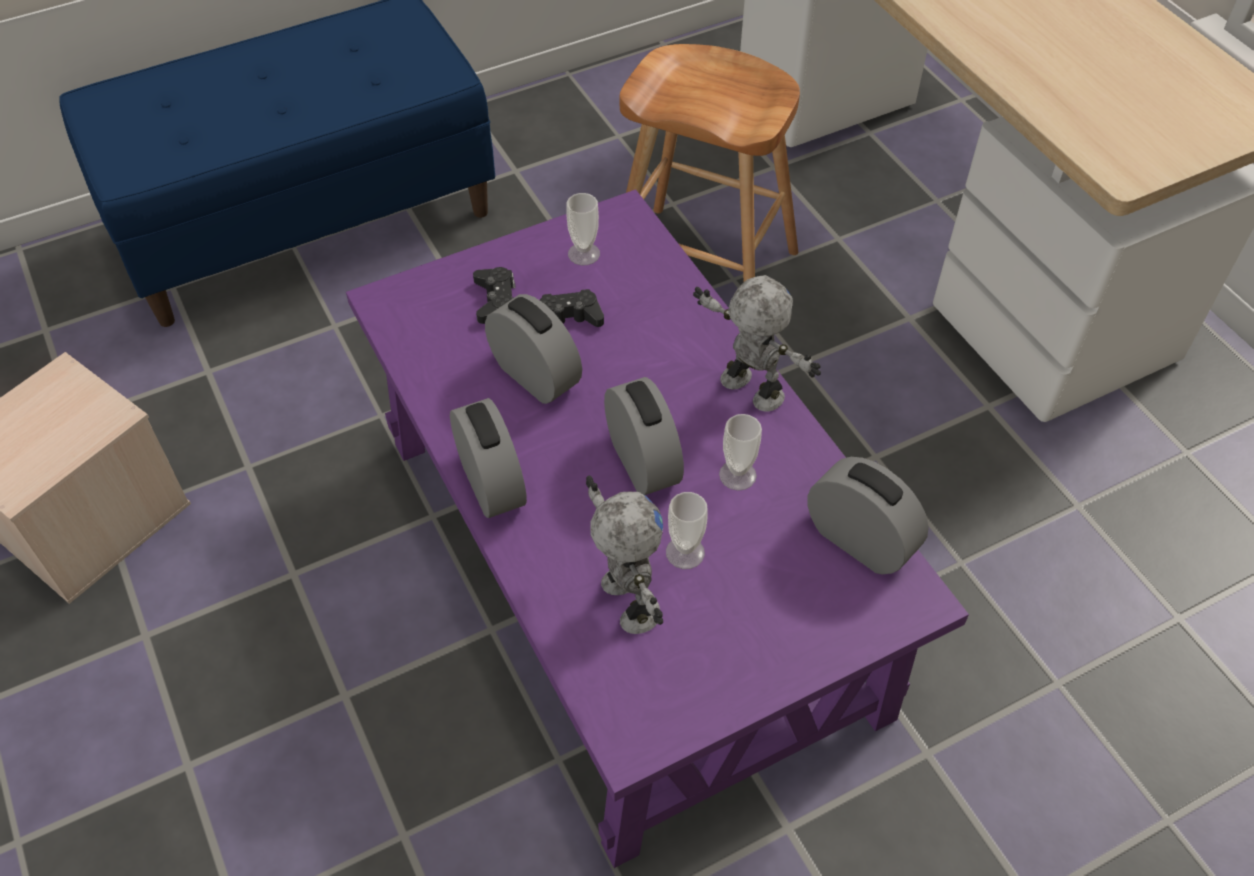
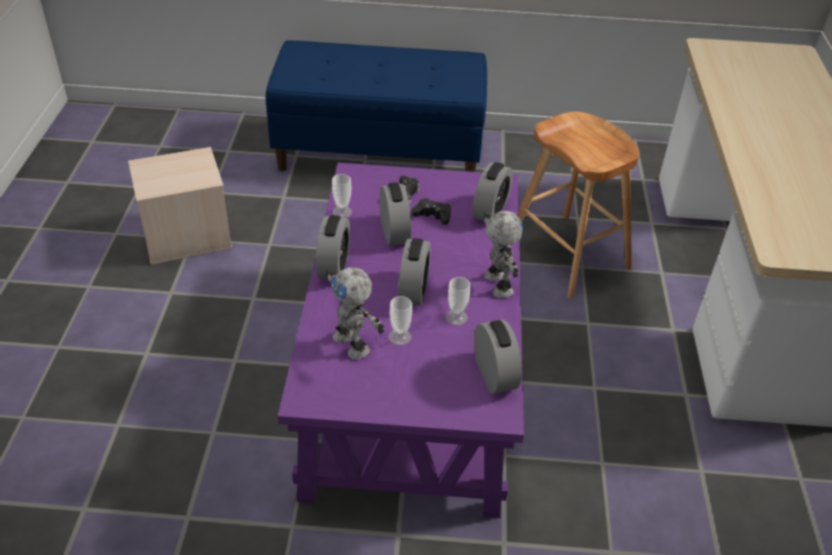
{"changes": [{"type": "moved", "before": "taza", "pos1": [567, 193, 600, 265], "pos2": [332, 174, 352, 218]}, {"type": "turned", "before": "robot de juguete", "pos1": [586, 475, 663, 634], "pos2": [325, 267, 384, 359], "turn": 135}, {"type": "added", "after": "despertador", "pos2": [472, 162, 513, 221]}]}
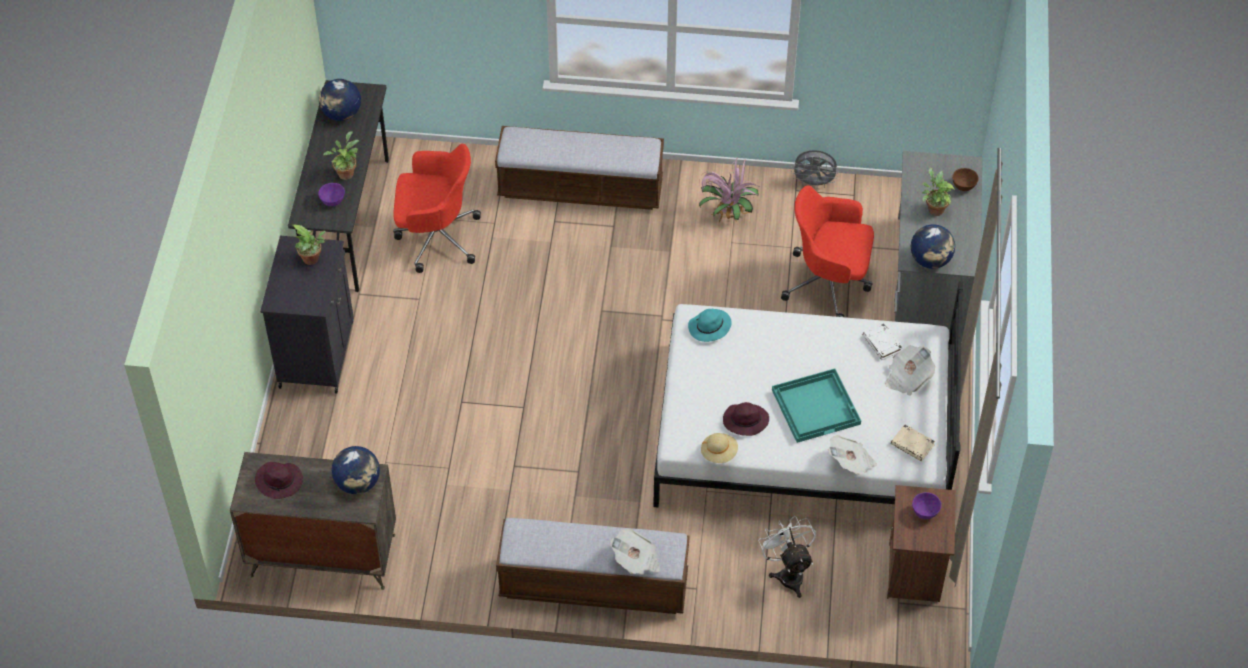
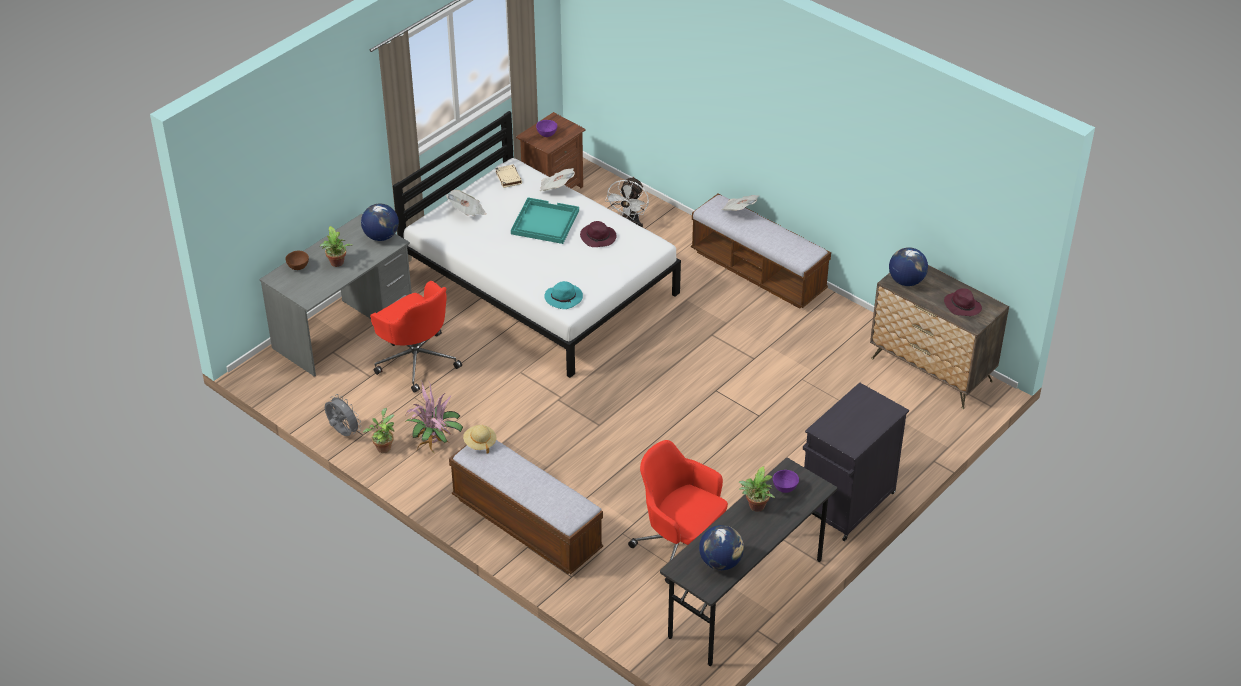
{"changes": [{"type": "moved", "before": "planta en maceta", "pos1": [293, 225, 326, 265], "pos2": [363, 408, 394, 453]}, {"type": "removed", "before": "libro/blanco", "pos1": [862, 324, 902, 360]}, {"type": "moved", "before": "sombrero/beis", "pos1": [701, 433, 738, 463], "pos2": [463, 425, 497, 454]}]}
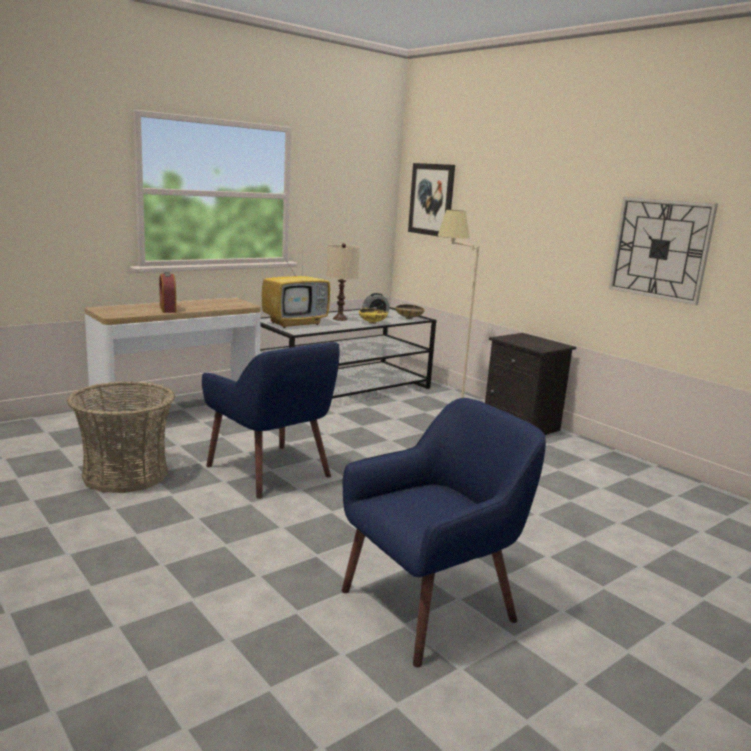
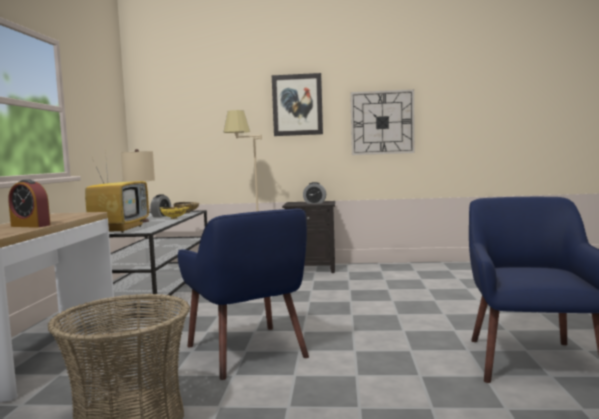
{"changes": [{"type": "moved", "before": "cuadro", "pos1": [408, 163, 455, 238], "pos2": [272, 73, 323, 136]}, {"type": "turned", "before": "sillón/azul", "pos1": [202, 342, 340, 499], "pos2": [178, 208, 309, 380], "turn": 60}, {"type": "added", "after": "despertador", "pos2": [303, 182, 326, 204]}]}
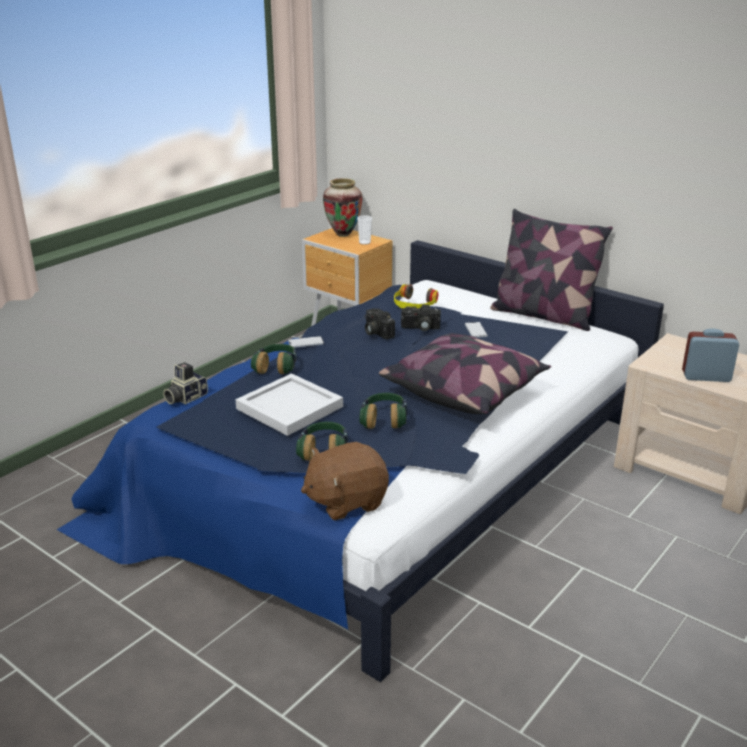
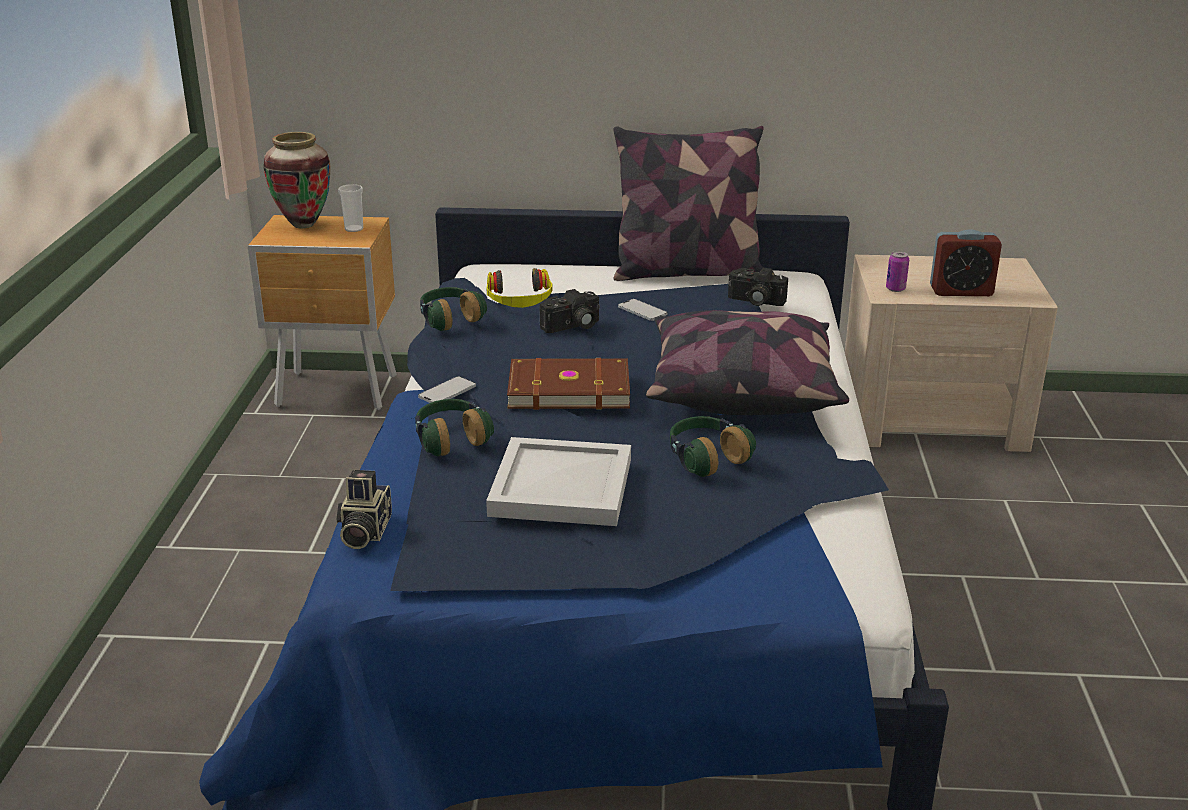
{"changes": [{"type": "moved", "before": "cámara", "pos1": [365, 308, 395, 340], "pos2": [728, 268, 788, 306]}, {"type": "turned", "before": "despertador", "pos1": [682, 328, 739, 382], "pos2": [930, 229, 1002, 296], "turn": -150}, {"type": "moved", "before": "auriculares", "pos1": [296, 422, 348, 461], "pos2": [420, 287, 487, 331]}, {"type": "removed", "before": "peluche/marrón", "pos1": [301, 442, 389, 520]}, {"type": "added", "after": "lata", "pos2": [886, 251, 909, 292]}, {"type": "added", "after": "libro/marrón", "pos2": [507, 358, 630, 410]}]}
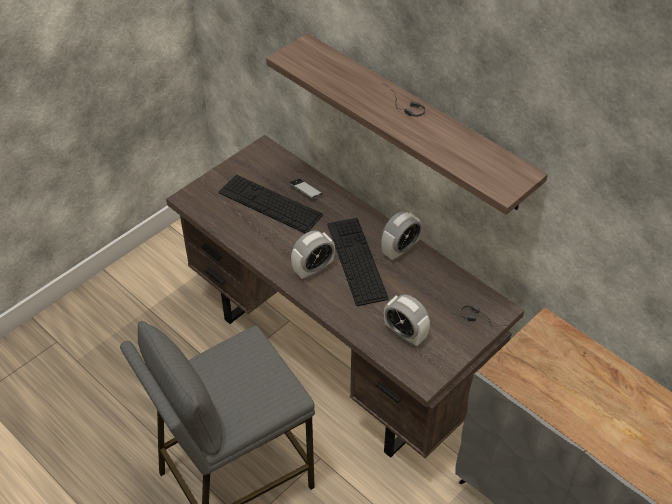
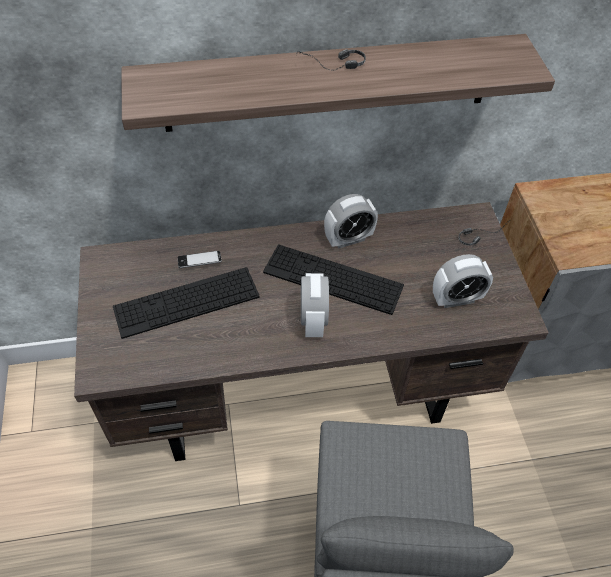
{"changes": [{"type": "turned", "before": "despertador", "pos1": [381, 211, 421, 260], "pos2": [324, 194, 378, 248], "turn": 75}]}
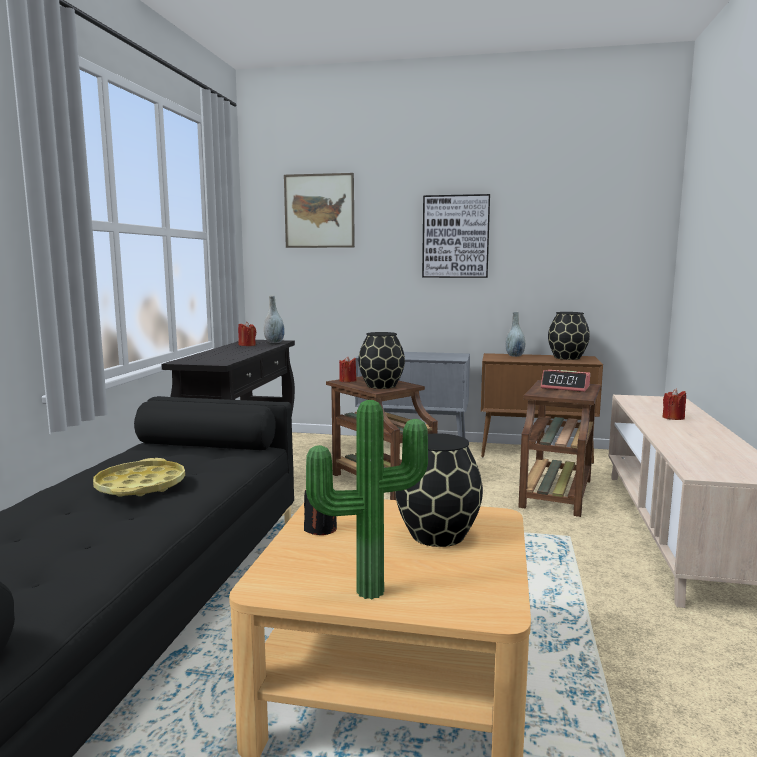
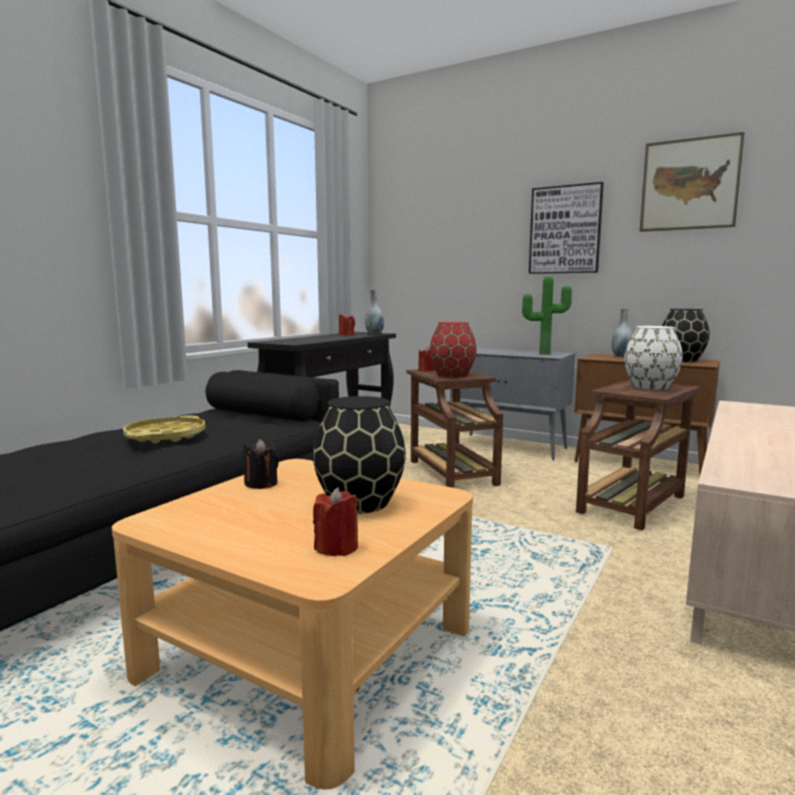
{"changes": [{"type": "moved", "before": "cuadro", "pos1": [284, 173, 355, 248], "pos2": [639, 132, 745, 232]}, {"type": "recoloured", "before": "florero/negro", "after": "florero/rojo", "pos1": [358, 332, 405, 389], "pos2": [430, 322, 477, 378]}, {"type": "replaced", "before": "despertador", "after": "florero/blanco", "pos1": [541, 370, 590, 392], "pos2": [624, 326, 683, 390]}, {"type": "moved", "before": "vela/rojo", "pos1": [662, 389, 686, 420], "pos2": [313, 487, 358, 556]}, {"type": "moved", "before": "planta en maceta", "pos1": [306, 400, 428, 599], "pos2": [522, 276, 572, 355]}]}
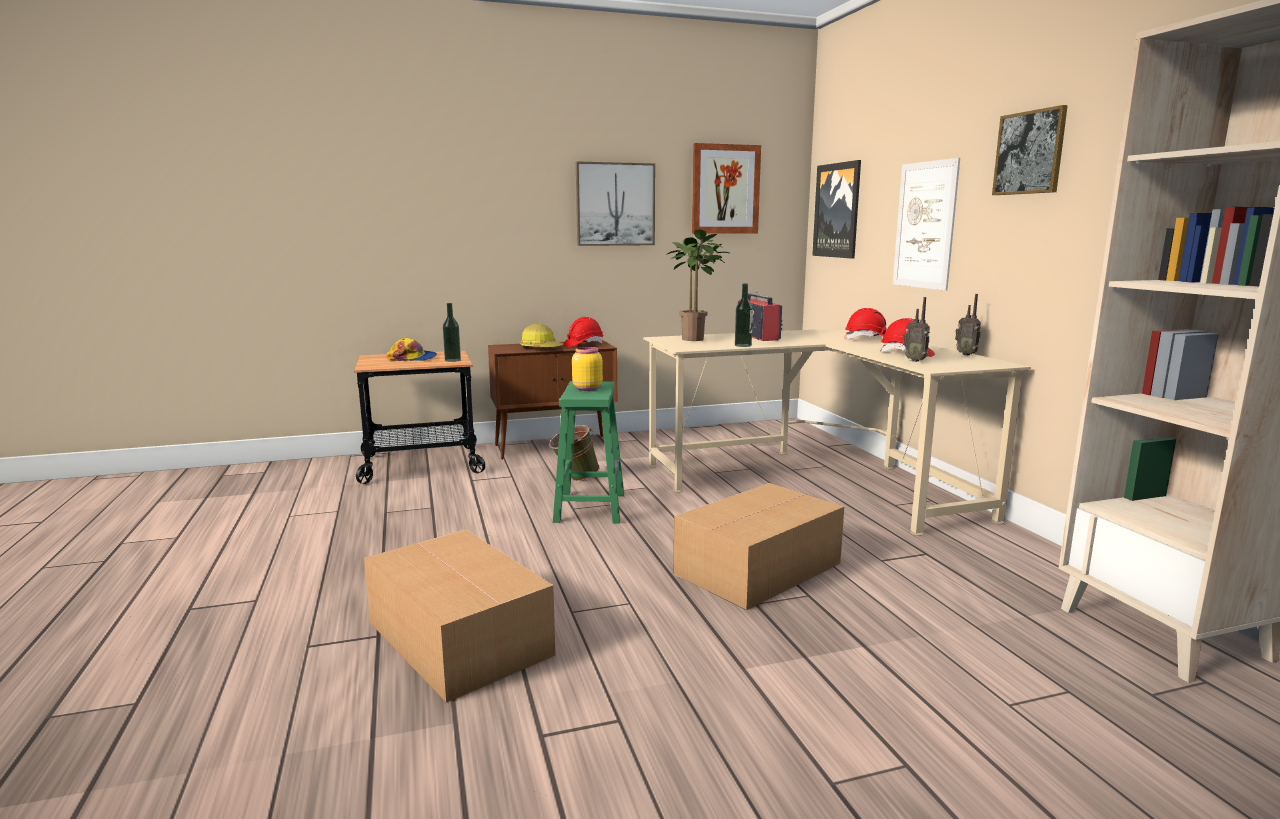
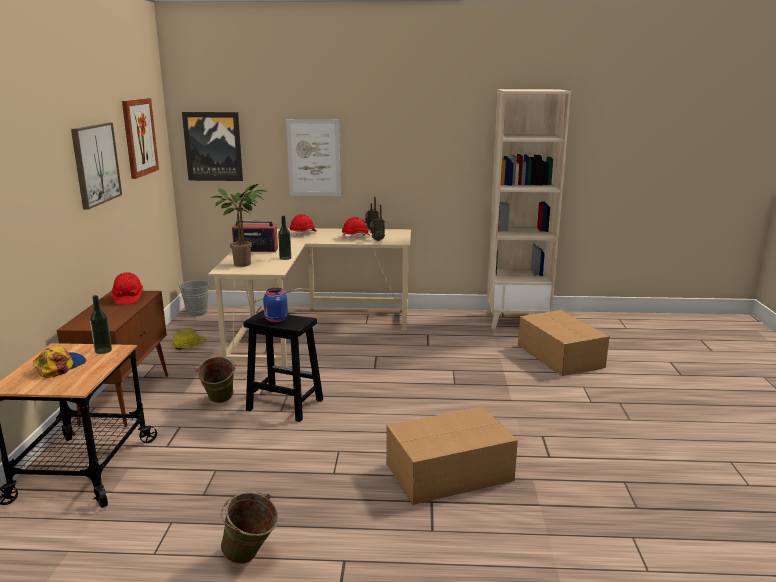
{"changes": [{"type": "removed", "before": "cuadro", "pos1": [992, 105, 1068, 195]}, {"type": "moved", "before": "casco", "pos1": [520, 324, 564, 348], "pos2": [172, 328, 207, 350]}, {"type": "recoloured", "before": "tarro/amarillo", "after": "tarro/azul", "pos1": [572, 347, 603, 391], "pos2": [263, 288, 288, 322]}, {"type": "recoloured", "before": "taburete/verde", "after": "taburete/negro", "pos1": [553, 381, 624, 524], "pos2": [244, 310, 323, 422]}, {"type": "moved", "before": "caja de cartón", "pos1": [673, 483, 844, 610], "pos2": [518, 310, 609, 376]}, {"type": "added", "after": "cubo/gris", "pos2": [178, 279, 210, 317]}, {"type": "added", "after": "cubo/verde", "pos2": [221, 492, 279, 564]}]}
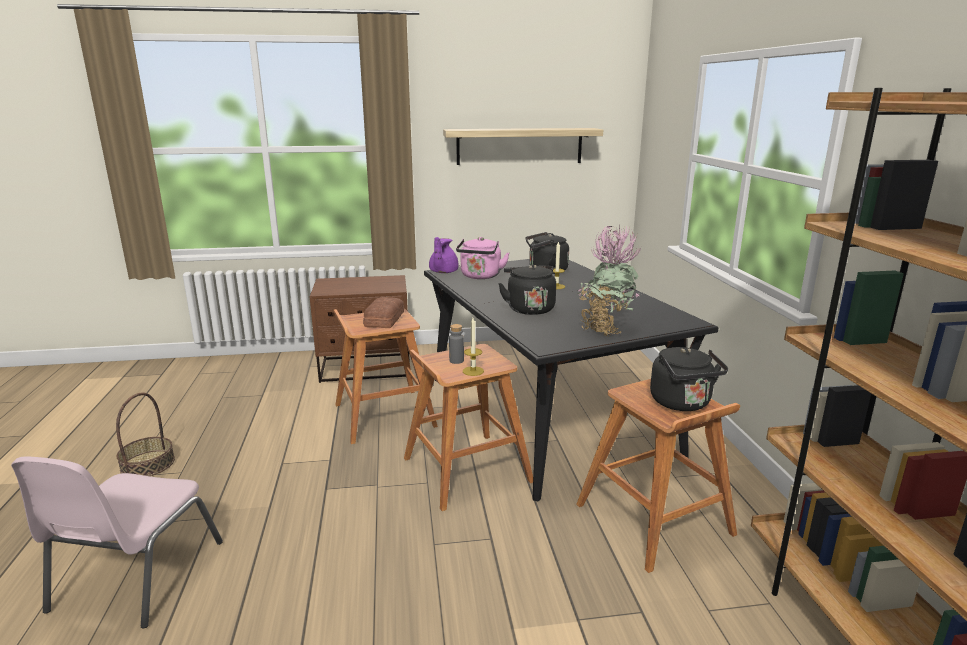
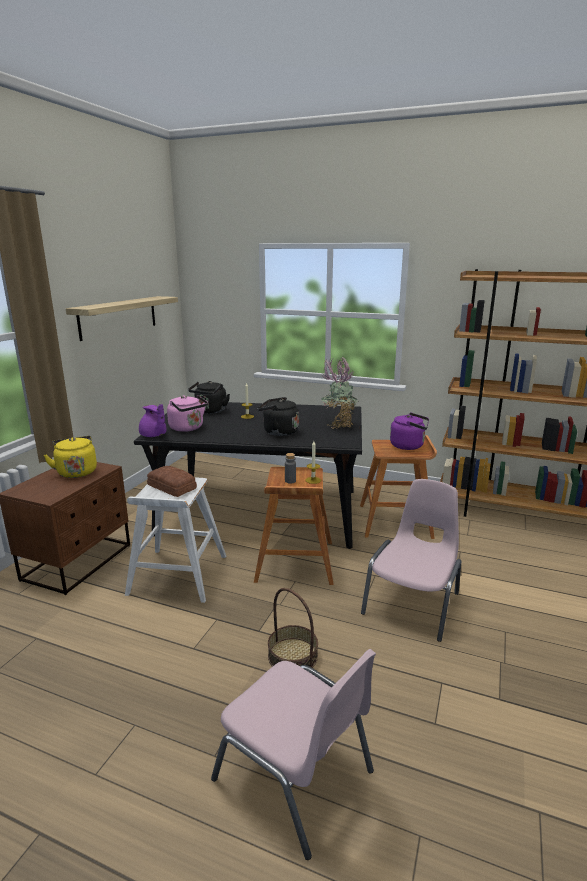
{"changes": [{"type": "recoloured", "before": "taburete/marrón", "after": "taburete/blanco", "pos1": [334, 309, 438, 444], "pos2": [125, 477, 226, 603]}, {"type": "recoloured", "before": "hervidor/negro", "after": "hervidor/morado", "pos1": [650, 347, 728, 411], "pos2": [390, 413, 429, 450]}, {"type": "moved", "before": "cesta", "pos1": [116, 392, 175, 476], "pos2": [268, 588, 318, 668]}, {"type": "added", "after": "hervidor/amarillo", "pos2": [44, 436, 97, 478]}, {"type": "added", "after": "silla/rosa", "pos2": [361, 479, 461, 642]}]}
